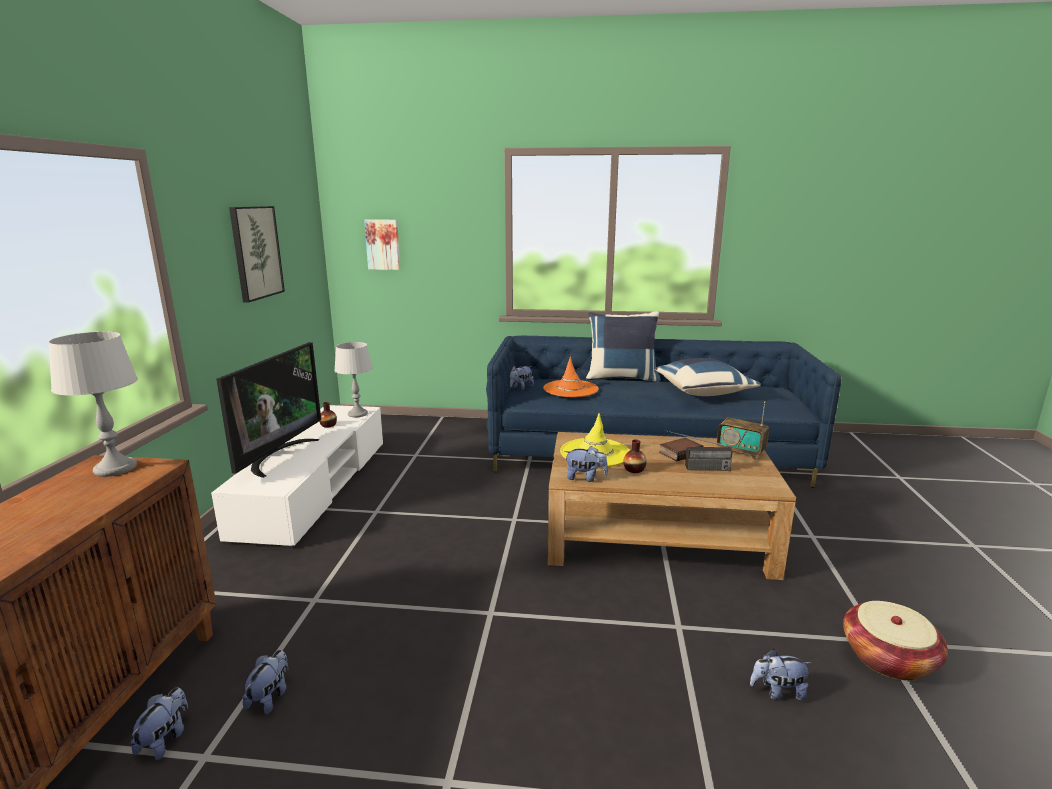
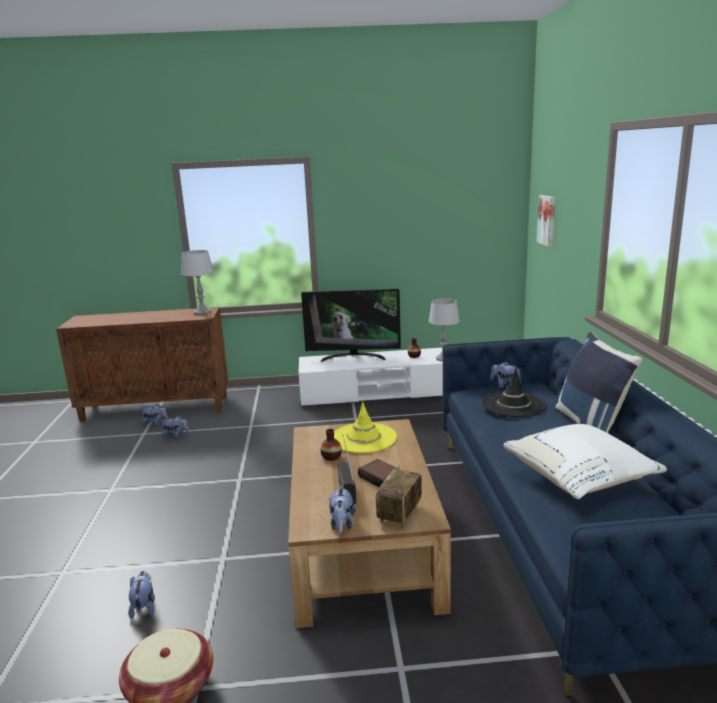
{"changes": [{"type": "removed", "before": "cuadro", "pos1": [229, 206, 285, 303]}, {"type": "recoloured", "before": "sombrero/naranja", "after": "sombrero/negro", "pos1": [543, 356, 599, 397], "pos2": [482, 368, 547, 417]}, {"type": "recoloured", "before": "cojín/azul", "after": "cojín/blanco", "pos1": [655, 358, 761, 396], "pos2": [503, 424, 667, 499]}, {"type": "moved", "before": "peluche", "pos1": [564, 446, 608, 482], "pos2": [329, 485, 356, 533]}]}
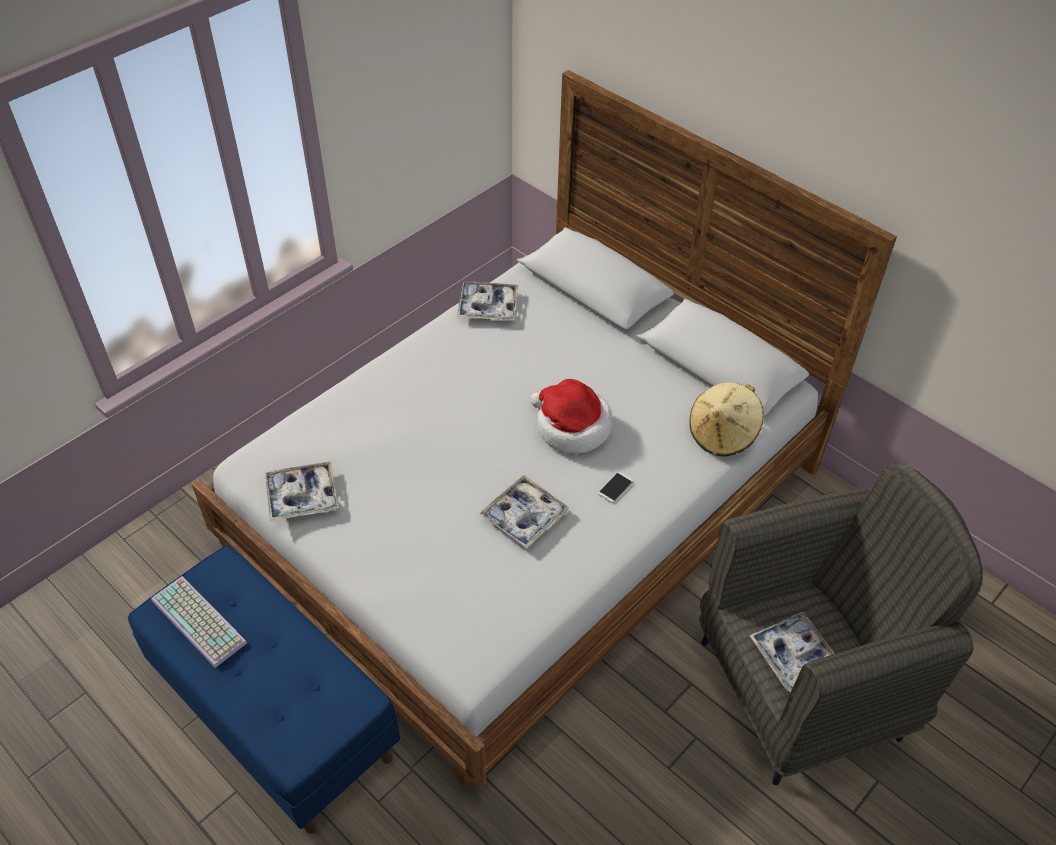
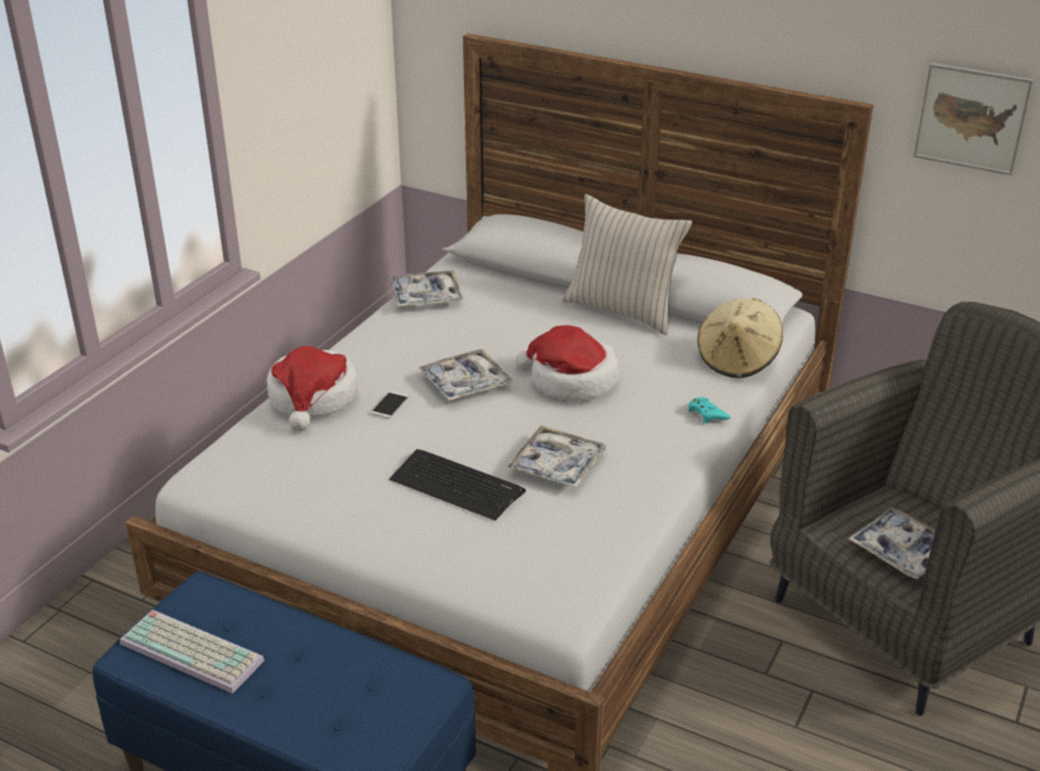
{"changes": [{"type": "moved", "before": "bandeja", "pos1": [265, 461, 338, 521], "pos2": [418, 349, 513, 401]}, {"type": "moved", "before": "móvil", "pos1": [598, 472, 633, 503], "pos2": [371, 391, 409, 418]}, {"type": "added", "after": "cuadro", "pos2": [913, 63, 1034, 176]}, {"type": "added", "after": "cojín/beis", "pos2": [562, 194, 692, 335]}, {"type": "added", "after": "sombrero", "pos2": [267, 346, 358, 431]}, {"type": "added", "after": "mando de consola/turquesa", "pos2": [688, 397, 731, 423]}, {"type": "added", "after": "teclado", "pos2": [390, 449, 526, 521]}]}
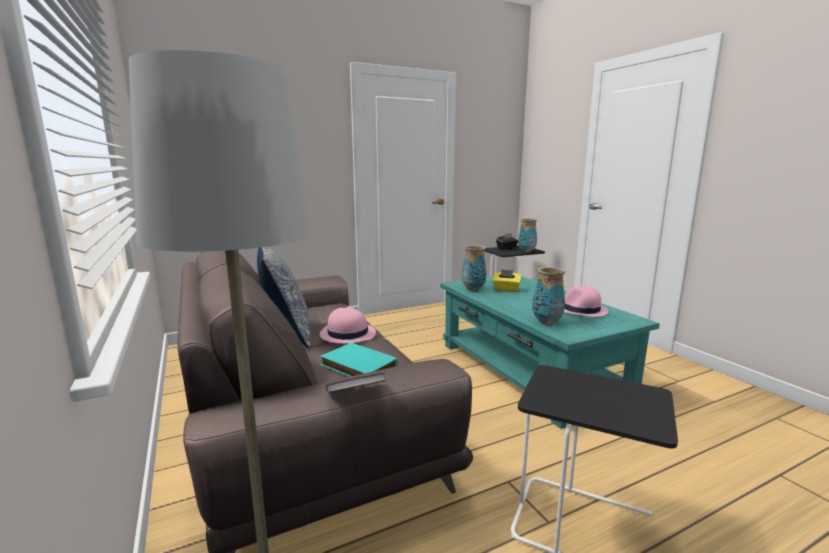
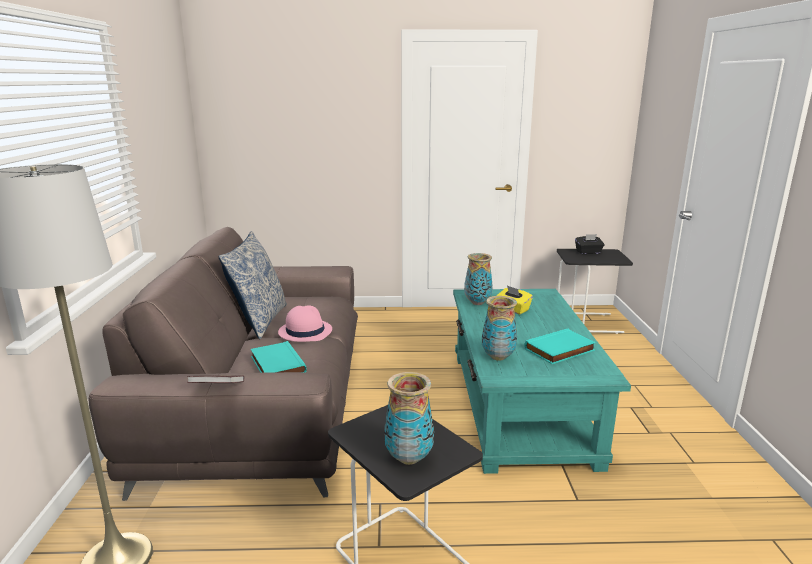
{"changes": [{"type": "moved", "before": "florero", "pos1": [518, 218, 537, 252], "pos2": [384, 372, 434, 465]}, {"type": "replaced", "before": "sombrero/rosa", "after": "libro/turquesa", "pos1": [564, 285, 608, 317], "pos2": [524, 329, 596, 364]}]}
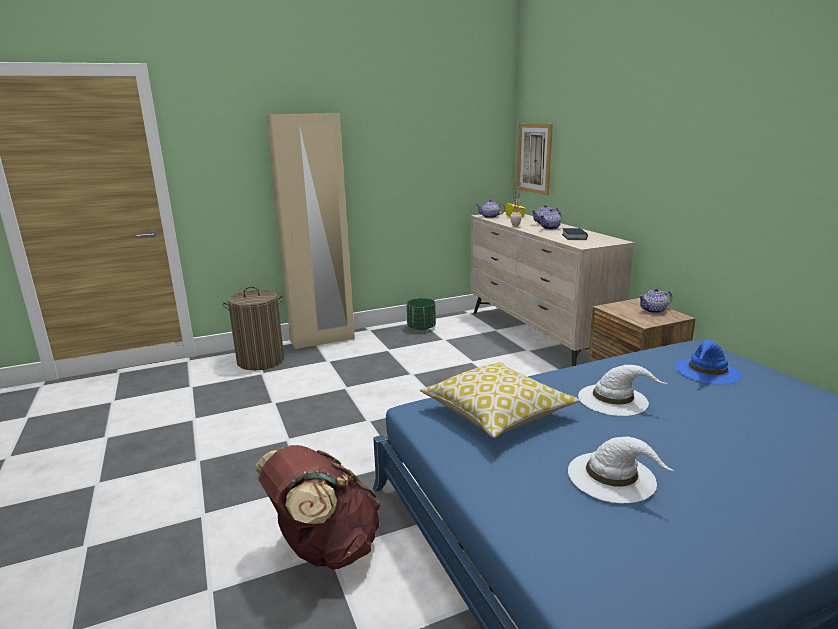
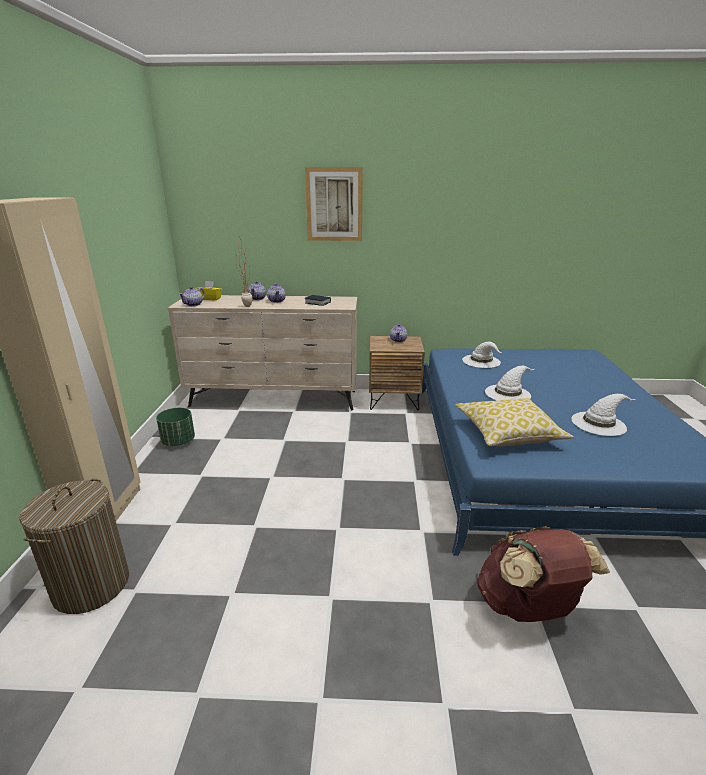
{"changes": [{"type": "moved", "before": "cuadro", "pos1": [517, 124, 553, 195], "pos2": [305, 167, 363, 241]}, {"type": "recoloured", "before": "sombrero/azul", "after": "sombrero/blanco", "pos1": [675, 340, 742, 385], "pos2": [462, 342, 501, 368]}]}
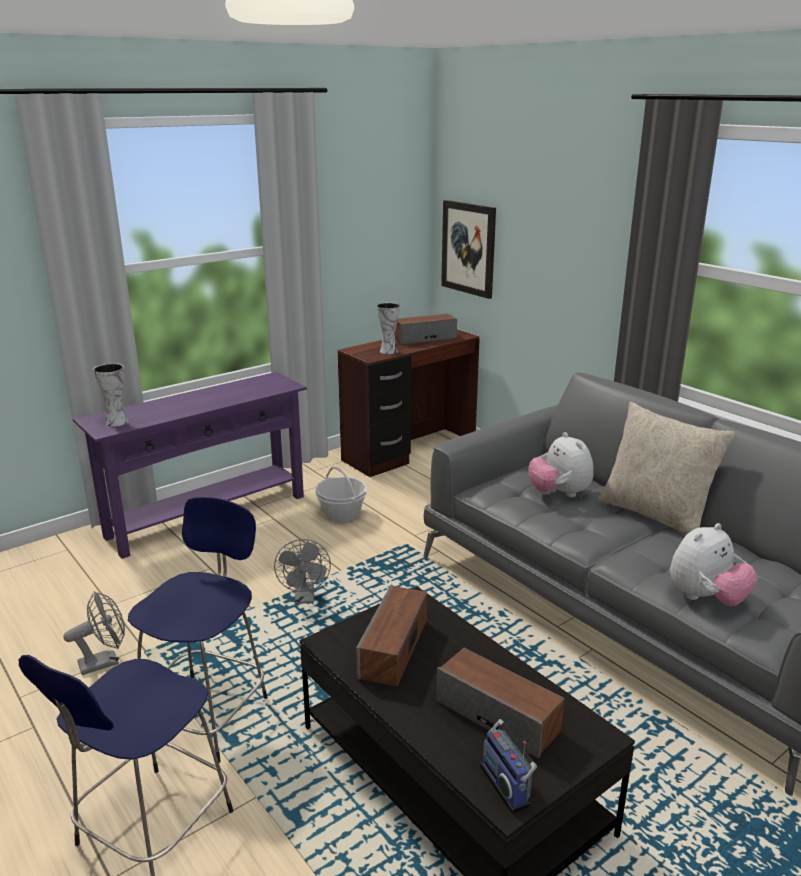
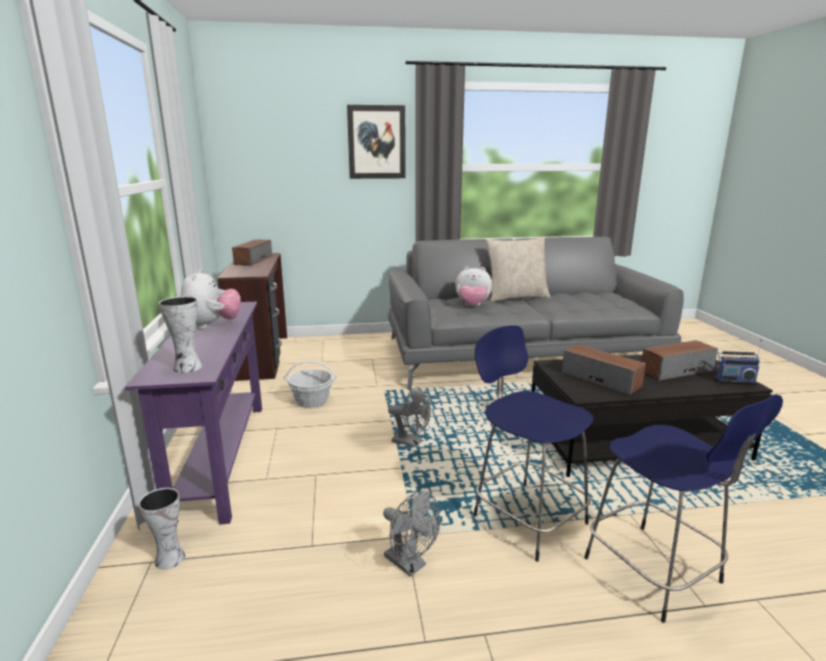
{"changes": [{"type": "moved", "before": "cuadro", "pos1": [441, 200, 496, 299], "pos2": [347, 105, 406, 179]}, {"type": "moved", "before": "florero", "pos1": [377, 303, 400, 354], "pos2": [139, 488, 185, 569]}, {"type": "moved", "before": "peluche", "pos1": [670, 523, 757, 606], "pos2": [181, 269, 241, 329]}, {"type": "turned", "before": "ventilador/gris", "pos1": [63, 591, 125, 675], "pos2": [383, 491, 440, 577], "turn": 135}]}
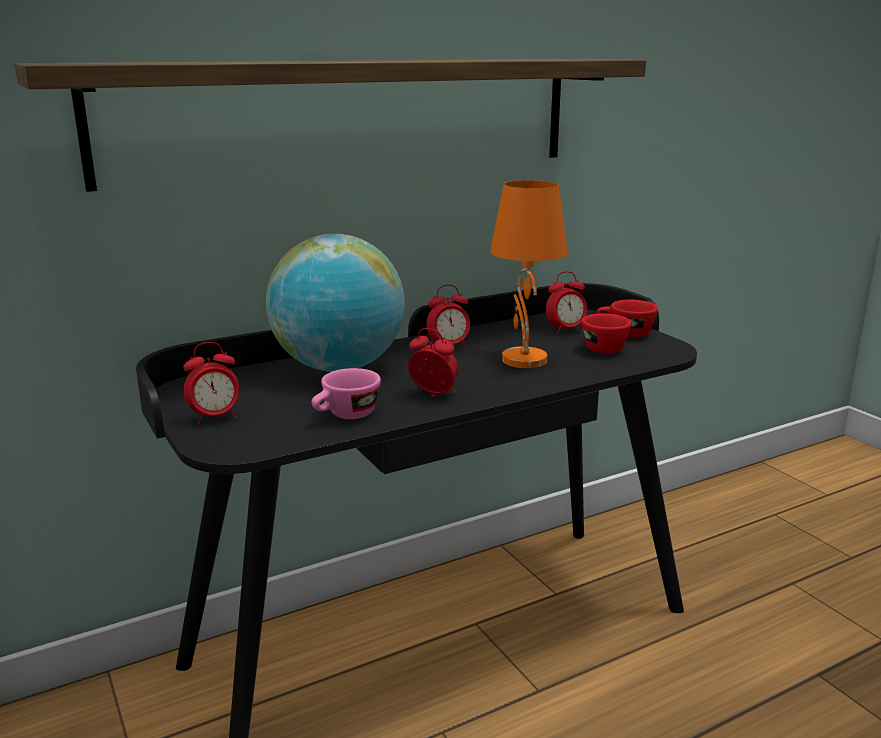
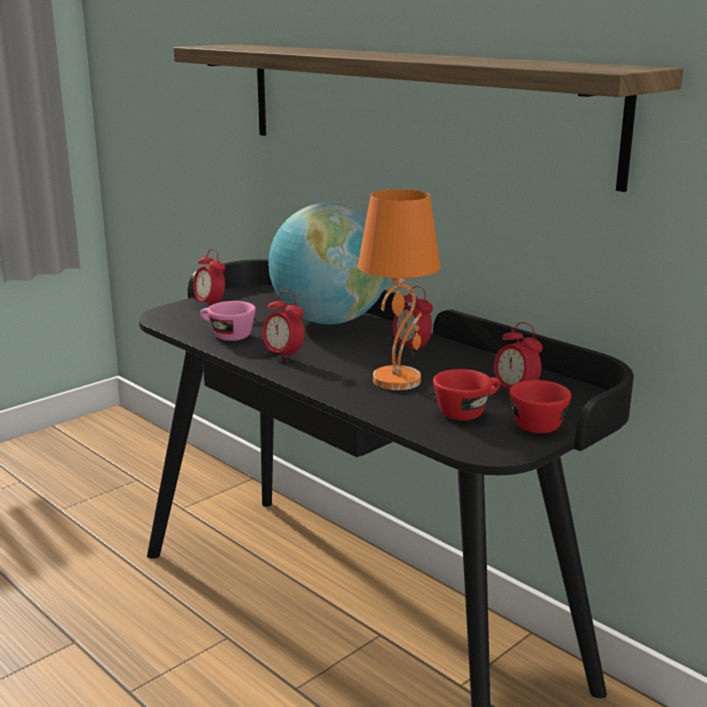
{"changes": [{"type": "turned", "before": "despertador", "pos1": [408, 328, 459, 396], "pos2": [262, 291, 305, 362], "turn": 120}]}
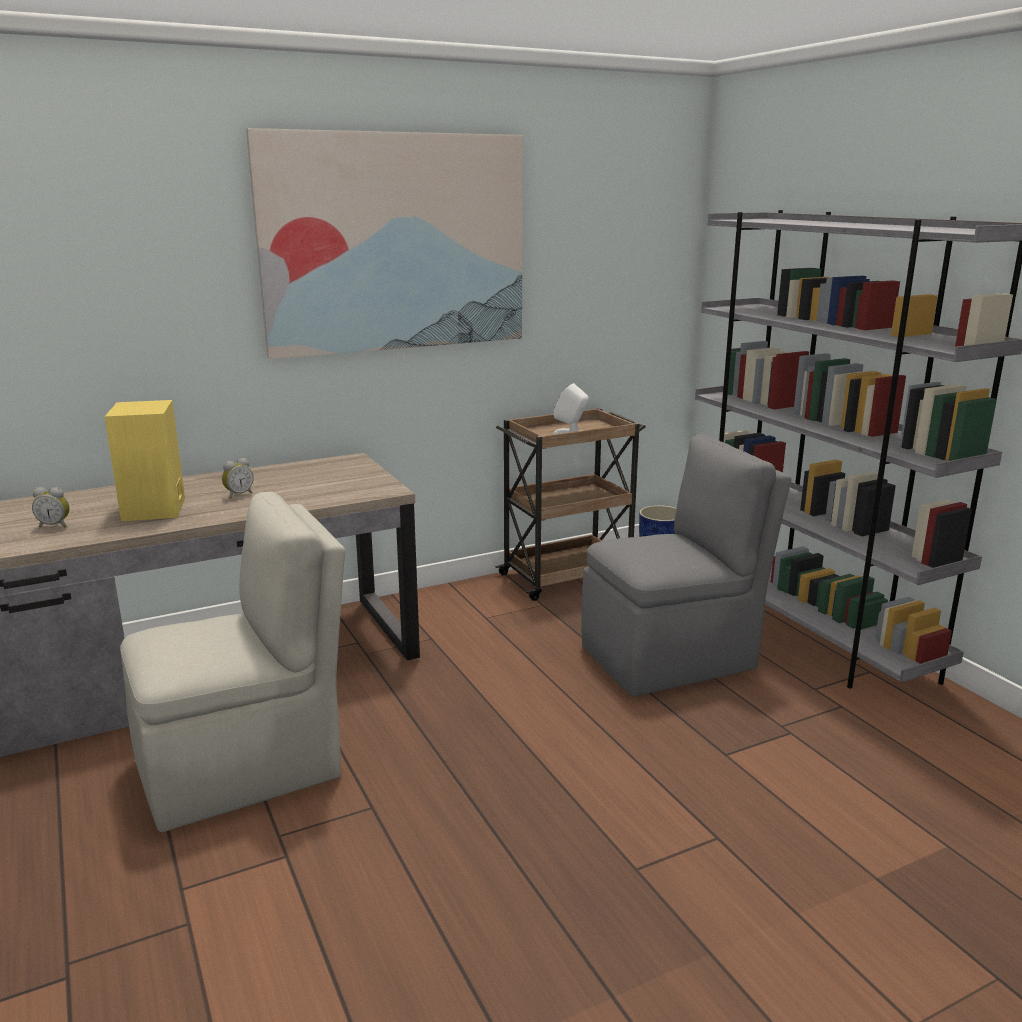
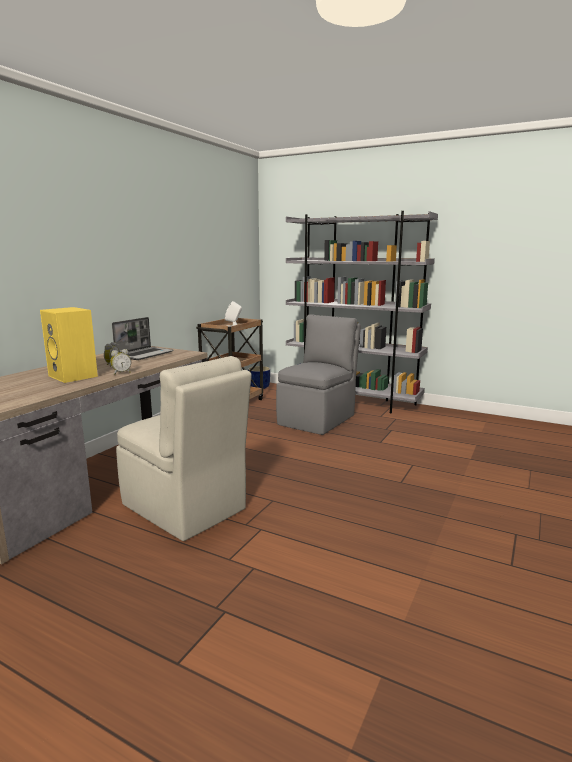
{"changes": [{"type": "removed", "before": "cuadro", "pos1": [246, 128, 523, 359]}, {"type": "moved", "before": "despertador", "pos1": [32, 487, 70, 528], "pos2": [110, 349, 131, 375]}, {"type": "turned", "before": "silla/beis", "pos1": [120, 492, 345, 832], "pos2": [116, 356, 252, 541], "turn": 105}, {"type": "added", "after": "portátil", "pos2": [112, 317, 174, 360]}]}
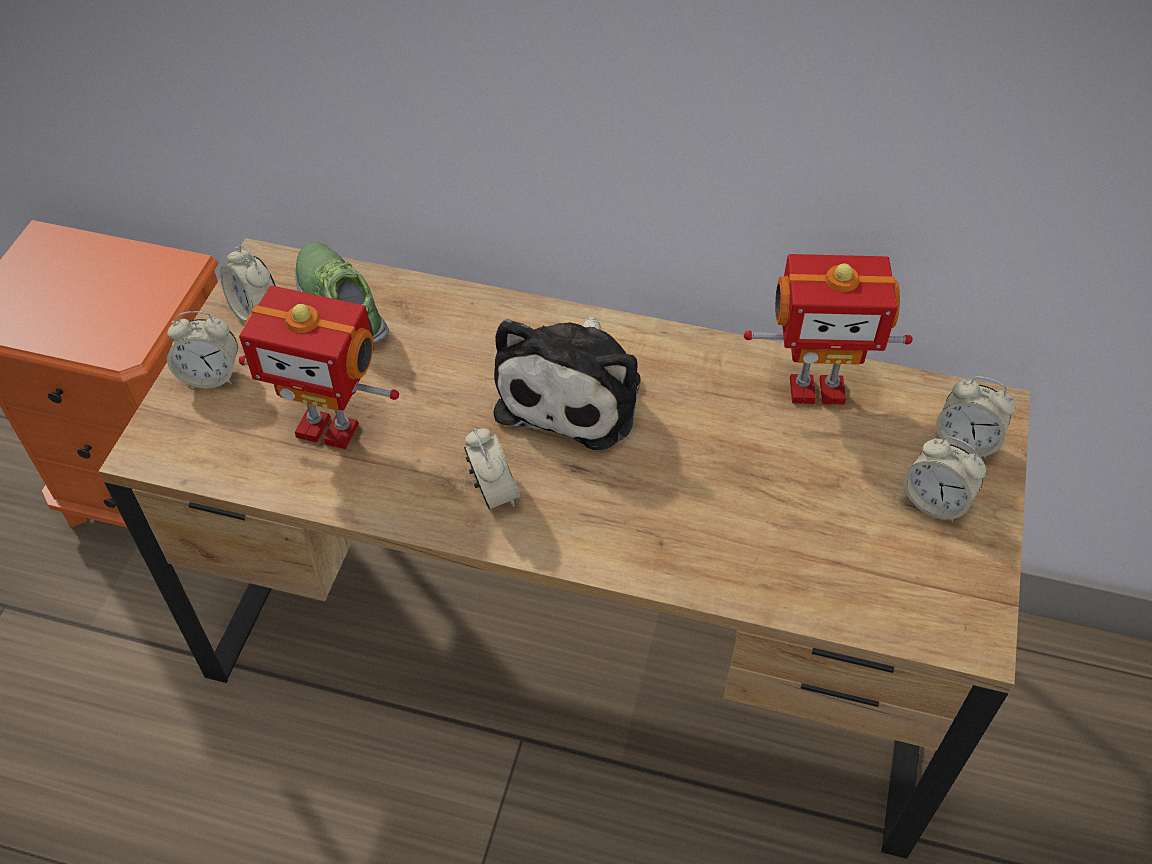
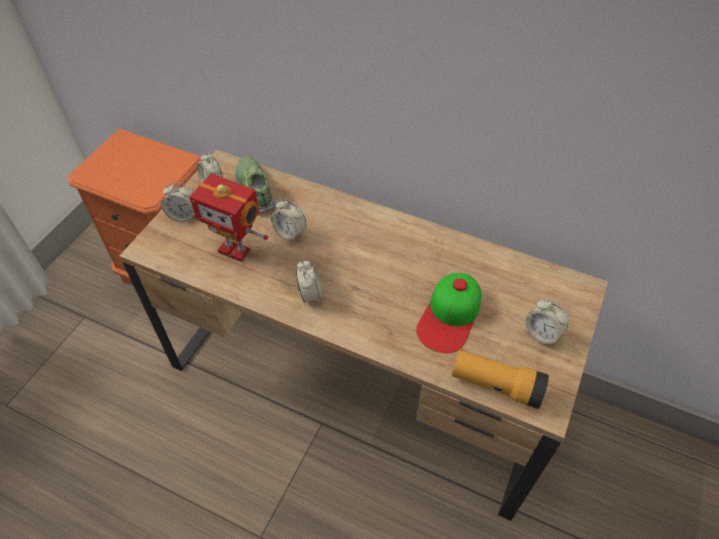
{"changes": [{"type": "removed", "before": "robot de juguete", "pos1": [744, 254, 913, 405]}, {"type": "removed", "before": "peluche", "pos1": [494, 317, 641, 450]}, {"type": "moved", "before": "despertador", "pos1": [936, 376, 1016, 459], "pos2": [271, 198, 306, 242]}, {"type": "added", "after": "gorra", "pos2": [416, 273, 481, 353]}, {"type": "added", "after": "linterna", "pos2": [452, 350, 549, 409]}]}
